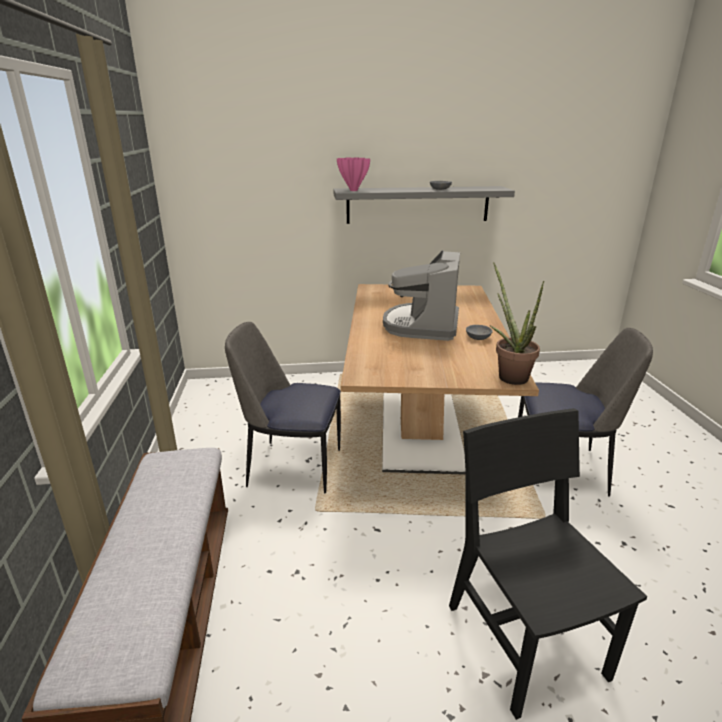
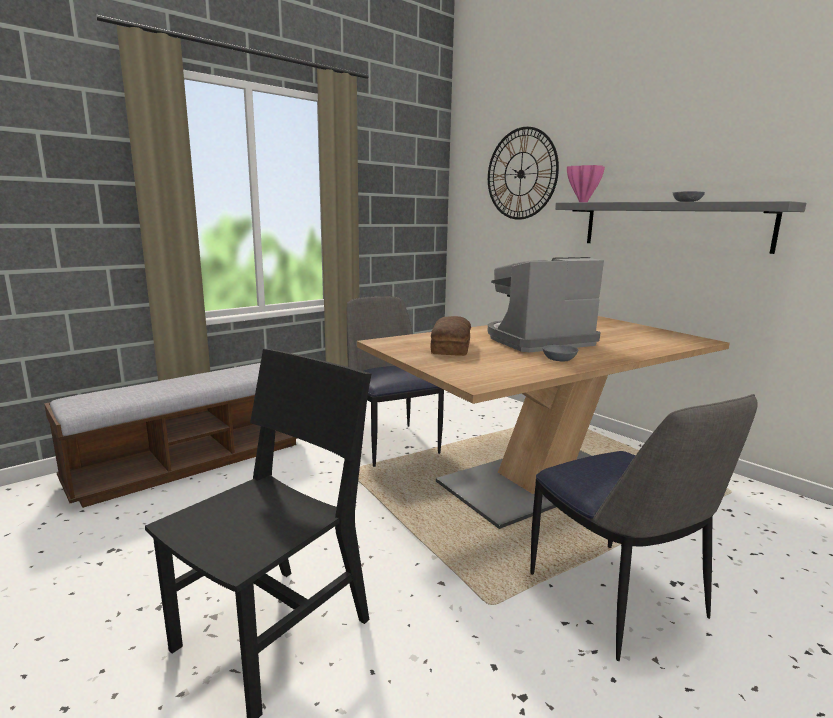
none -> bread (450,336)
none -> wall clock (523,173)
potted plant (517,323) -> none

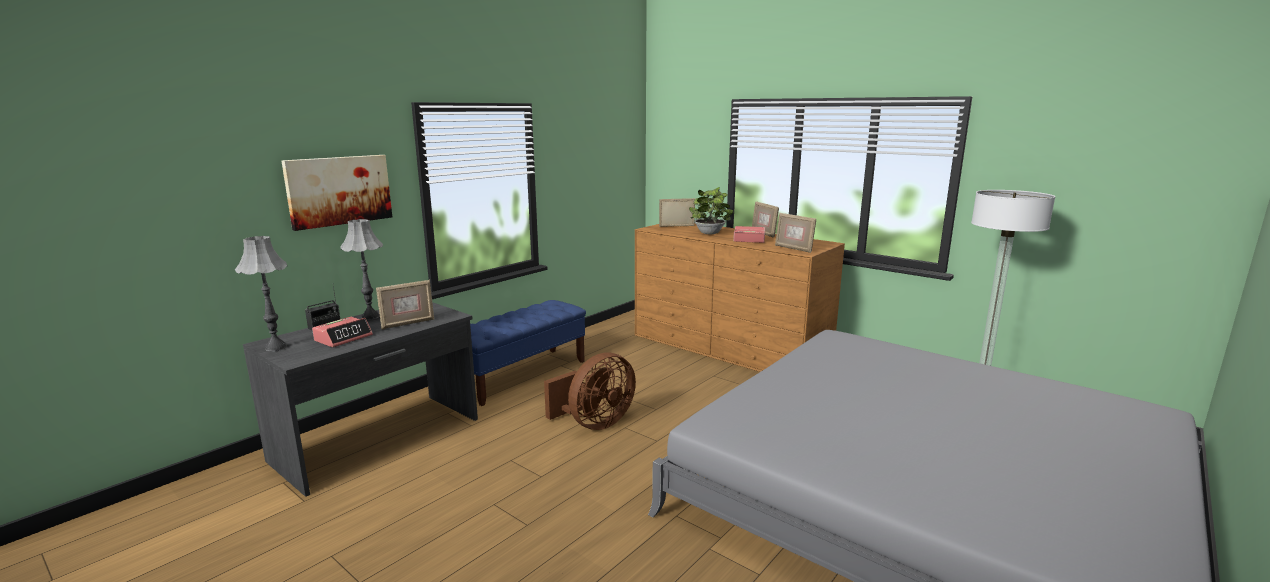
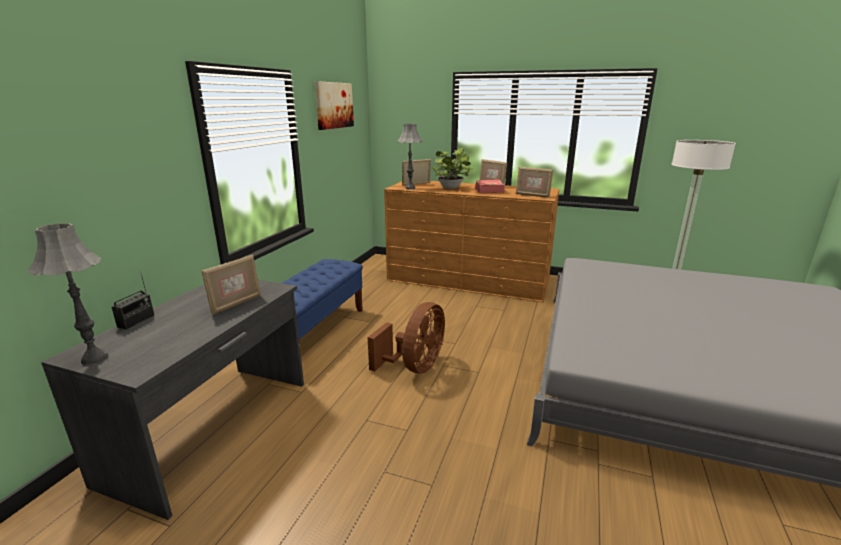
picture (336,193) -> picture (334,105), shifted
grey table lamp (361,269) -> grey table lamp (410,156), shifted
alarm clock (342,332) -> none

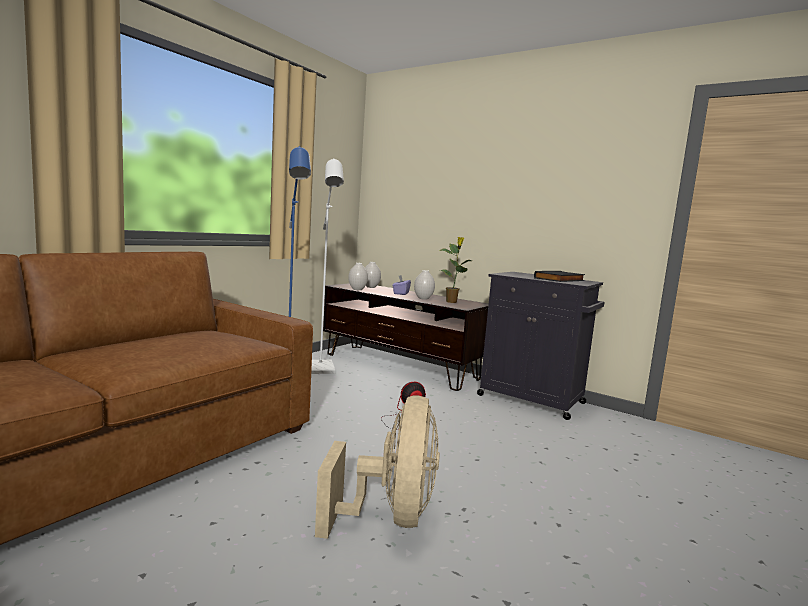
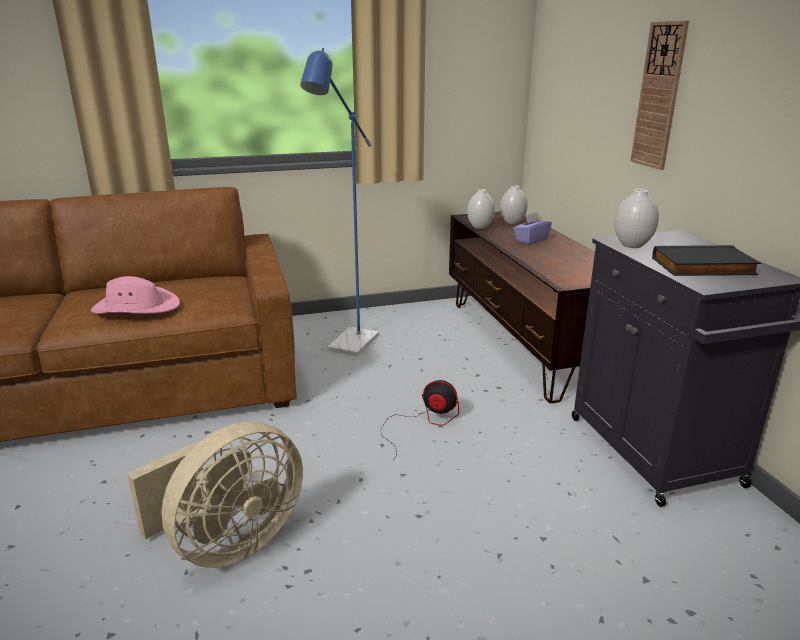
none -> pink hat (135,295)
white vase (424,285) -> white vase (636,218), shifted
none -> wall clock (660,95)
white floor lamp (327,266) -> none
potted plant (455,270) -> none

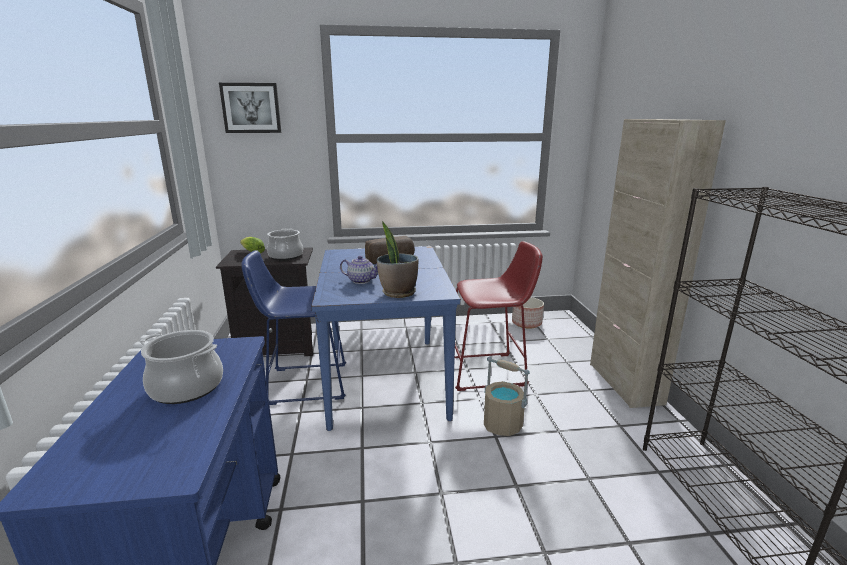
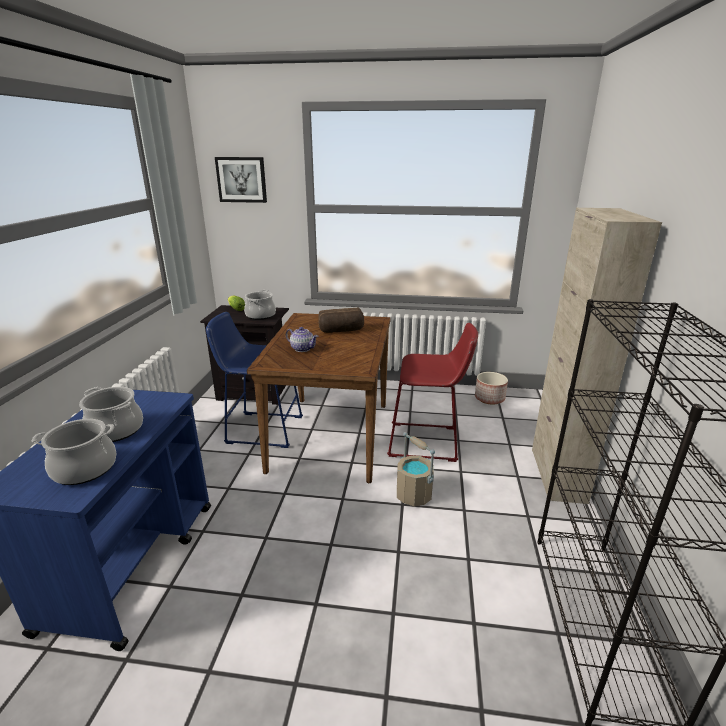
none -> cooking pot (74,452)
blue dining table (386,338) -> brown dining table (319,398)
potted plant (398,259) -> none

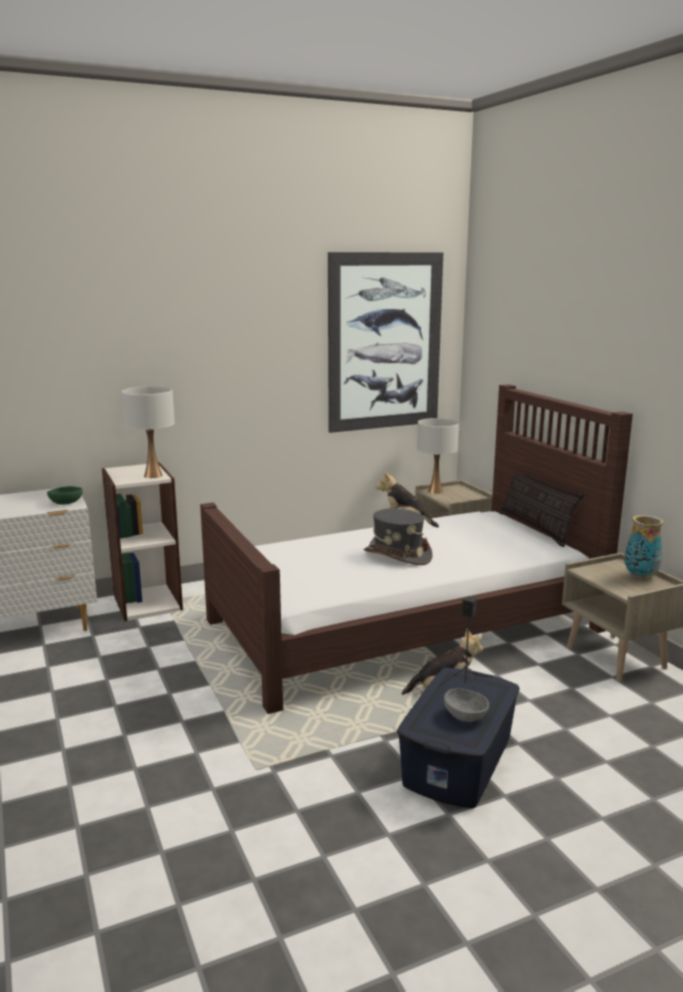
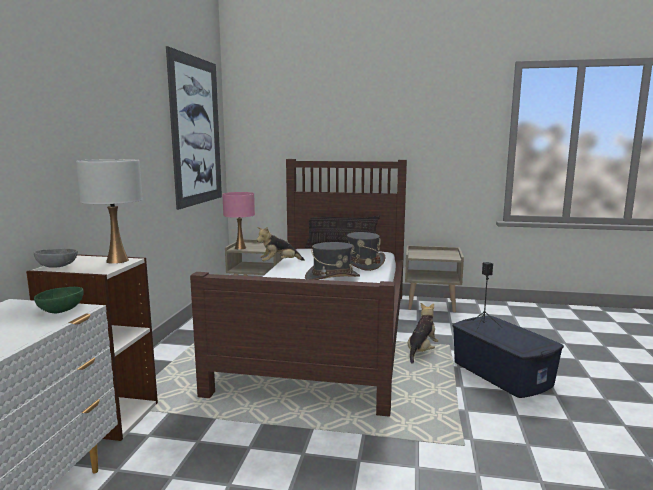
grey bowl (466,705) -> grey bowl (56,258), shifted
white table lamp (438,456) -> pink table lamp (238,220)
none -> grey hat (366,251)
vase (644,547) -> none

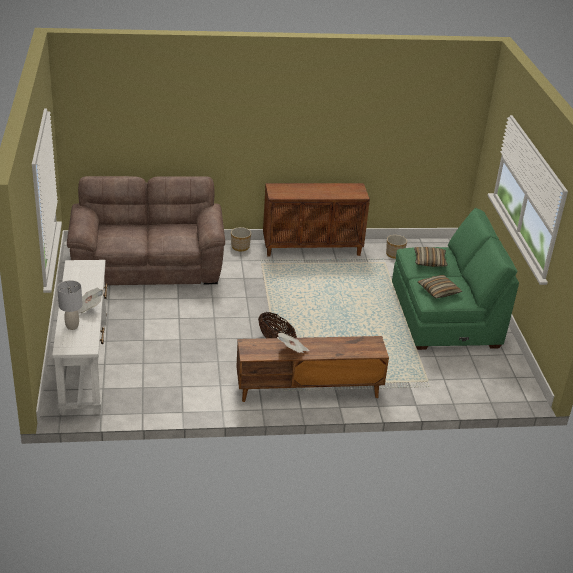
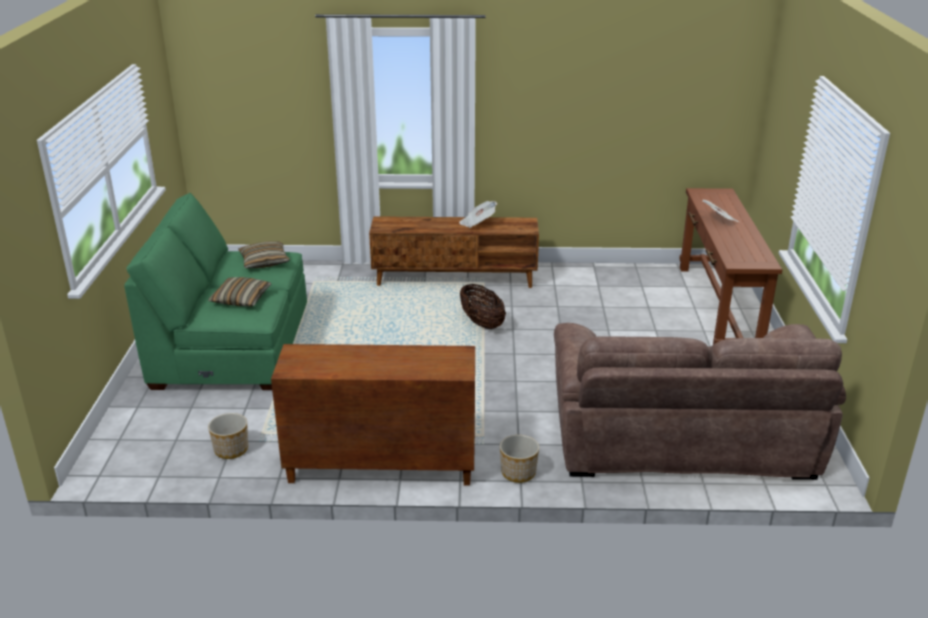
white console table (79,337) -> brown console table (731,266)
grey table lamp (70,305) -> none

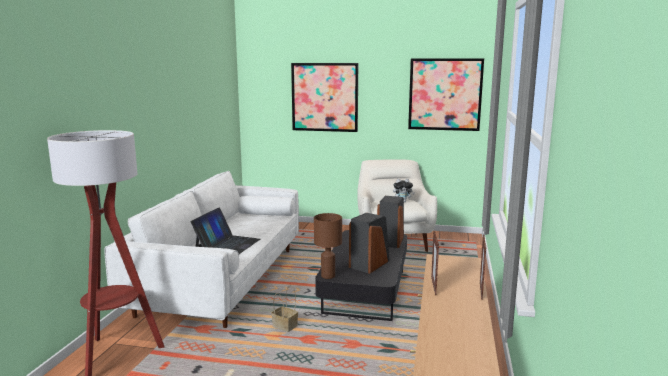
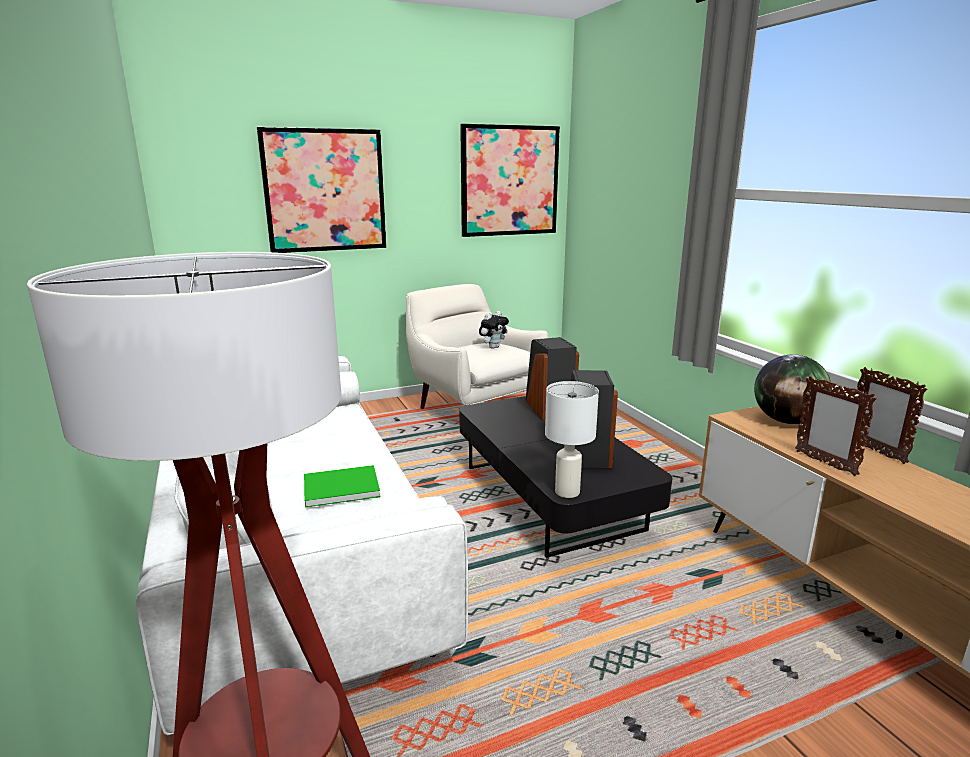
laptop (225,230) -> green book (342,486)
brown table lamp (328,246) -> white table lamp (572,439)
none -> globe (793,389)
basket (284,309) -> none

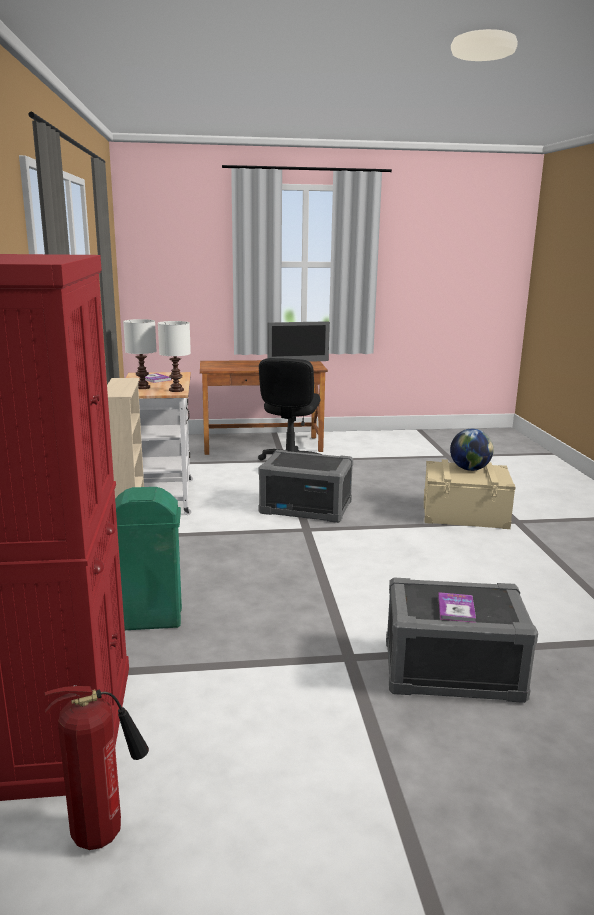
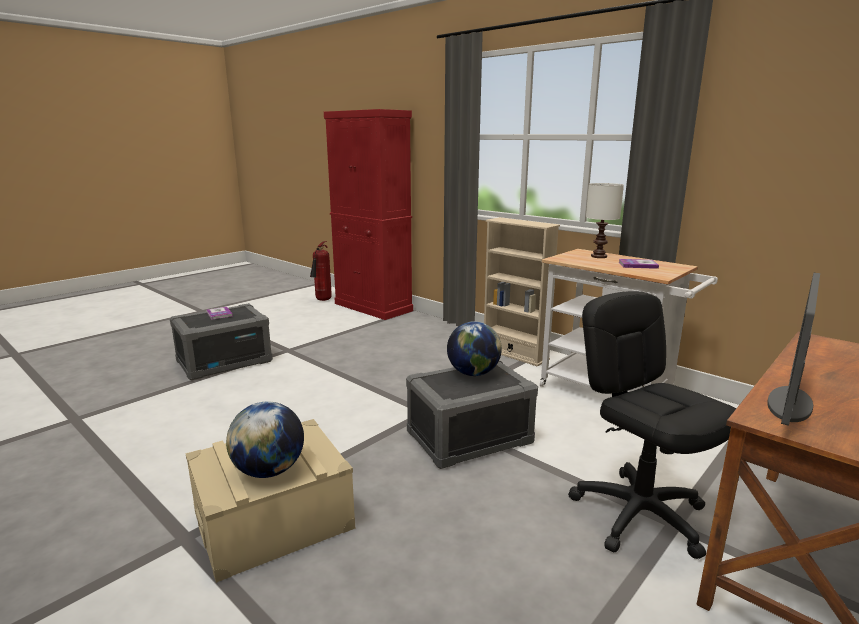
none -> globe (474,348)
green trash can (148,558) -> none
white table lamp (174,356) -> none

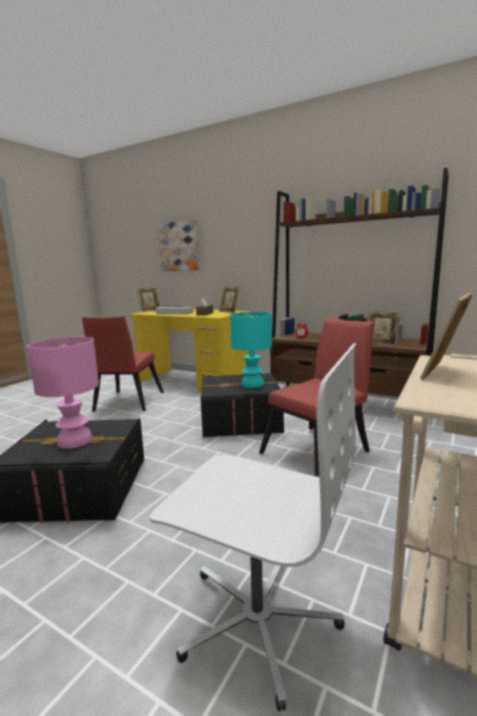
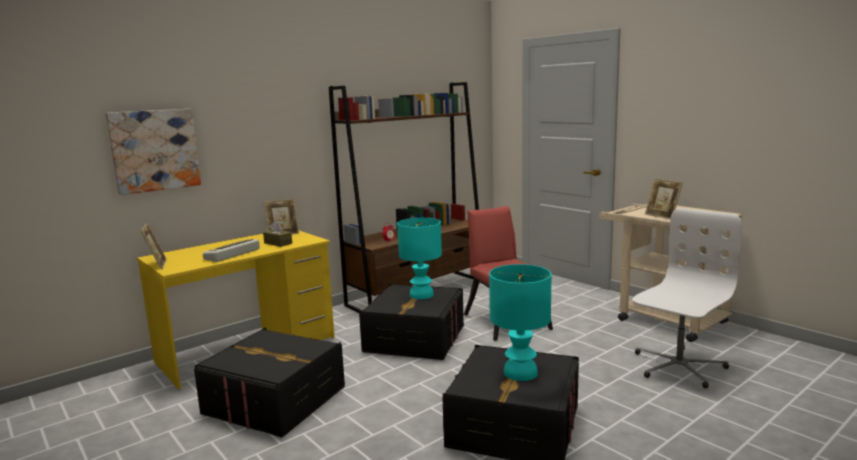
red chair (123,364) -> black storage box (269,382)
pink table lamp (63,392) -> turquoise table lamp (520,322)
picture frame (383,328) -> none

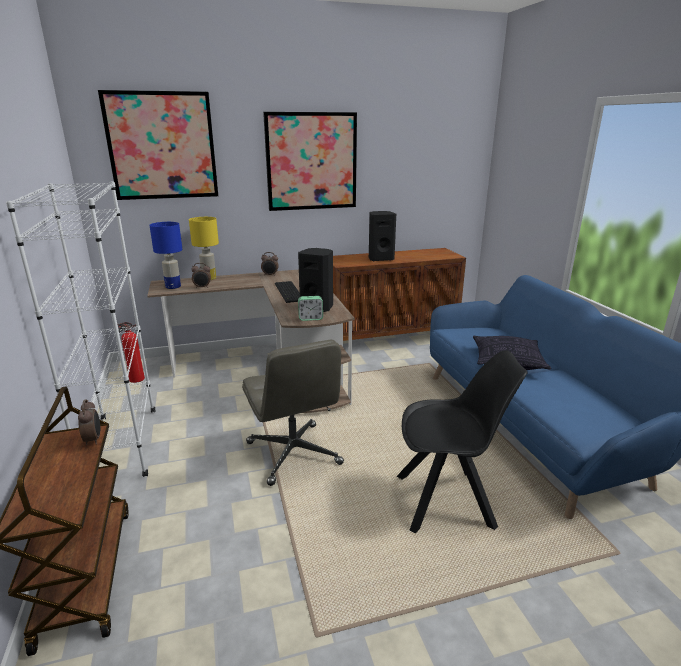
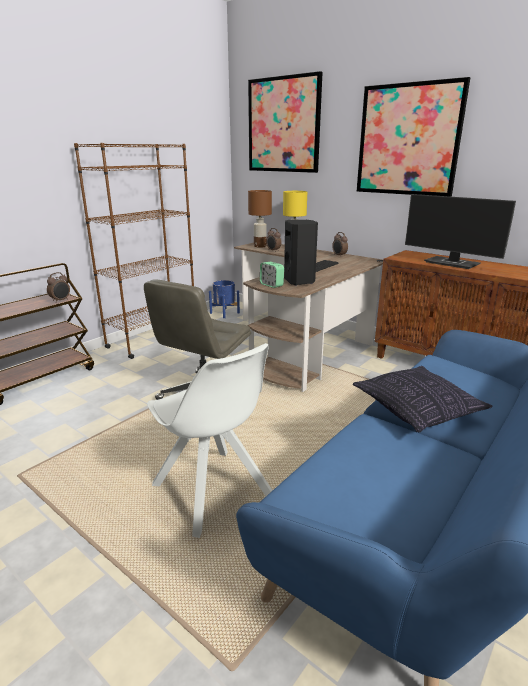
white bookcase (80,329) -> brown bookcase (134,251)
black chair (462,441) -> white chair (210,440)
fire extinguisher (131,352) -> blue planter (224,299)
blue table lamp (166,255) -> brown table lamp (260,219)
black speaker (382,236) -> monitor (460,231)

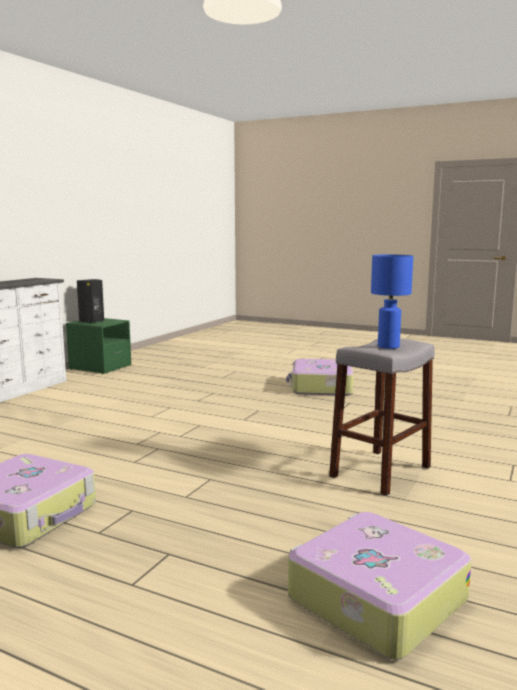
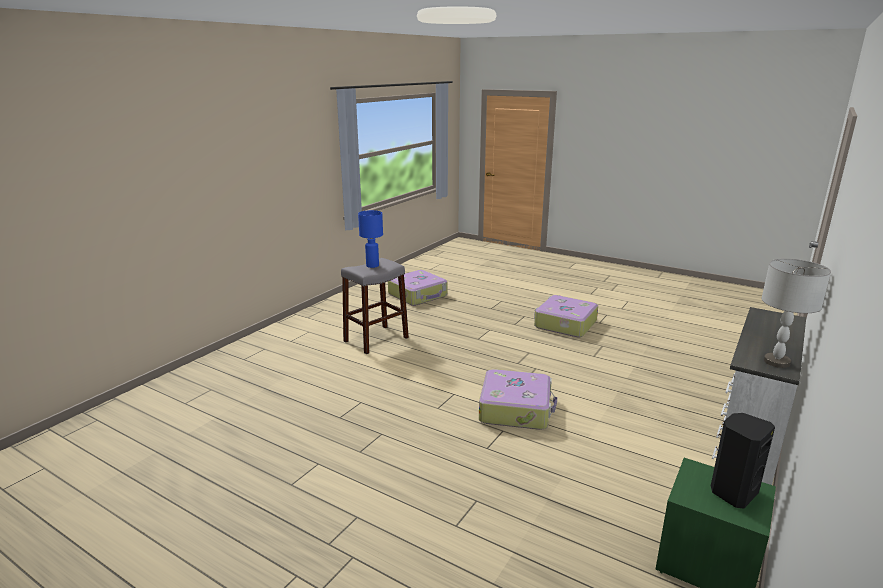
suitcase (320,377) -> suitcase (518,399), shifted
none -> grey table lamp (796,313)

